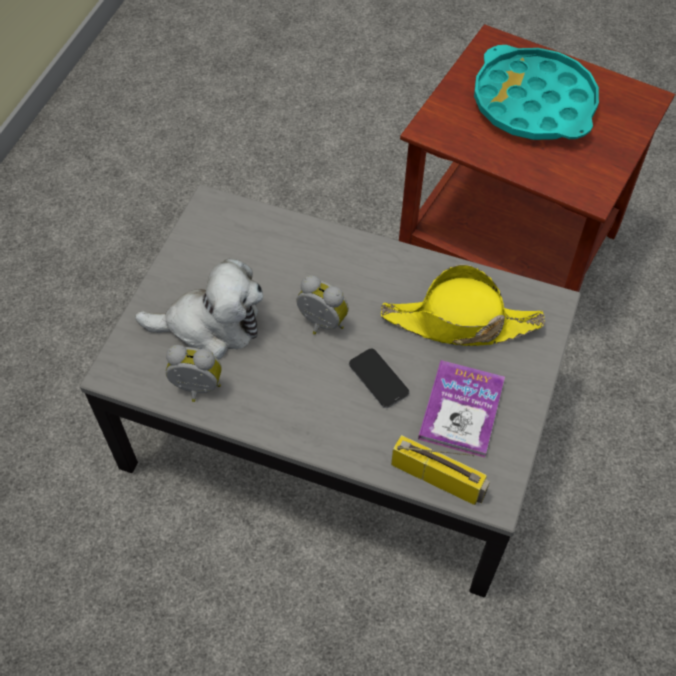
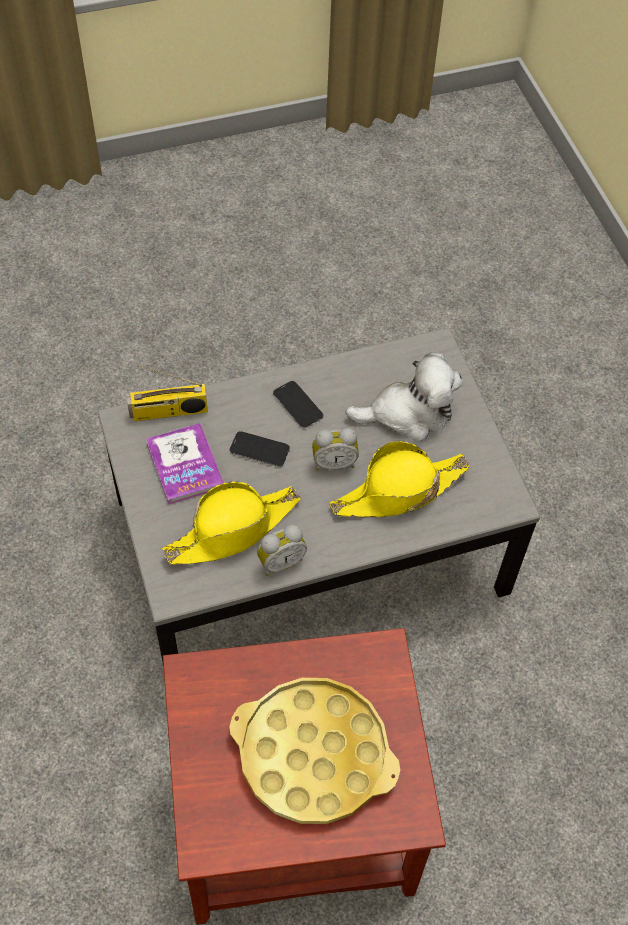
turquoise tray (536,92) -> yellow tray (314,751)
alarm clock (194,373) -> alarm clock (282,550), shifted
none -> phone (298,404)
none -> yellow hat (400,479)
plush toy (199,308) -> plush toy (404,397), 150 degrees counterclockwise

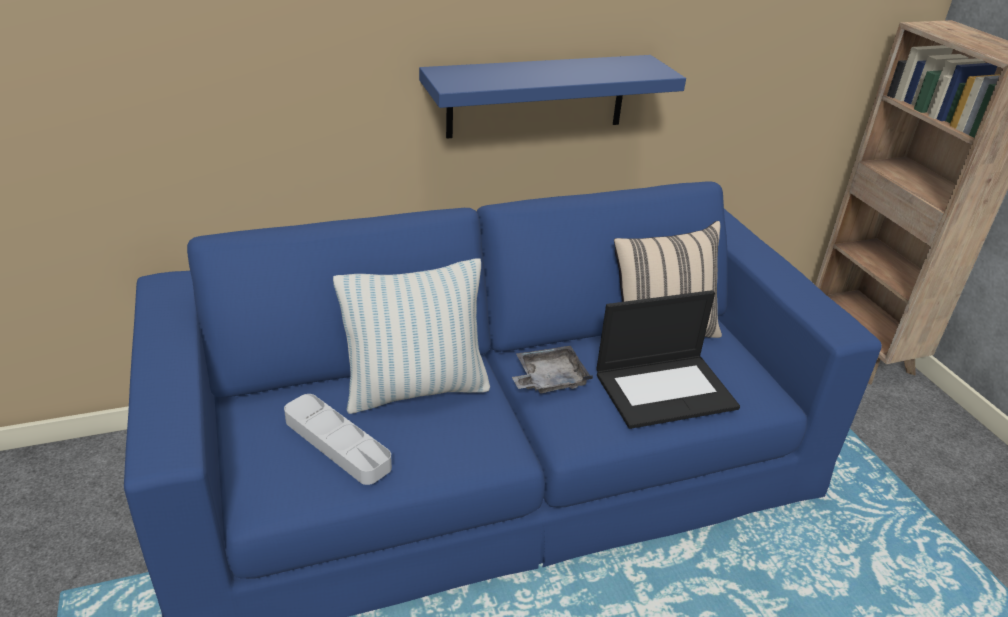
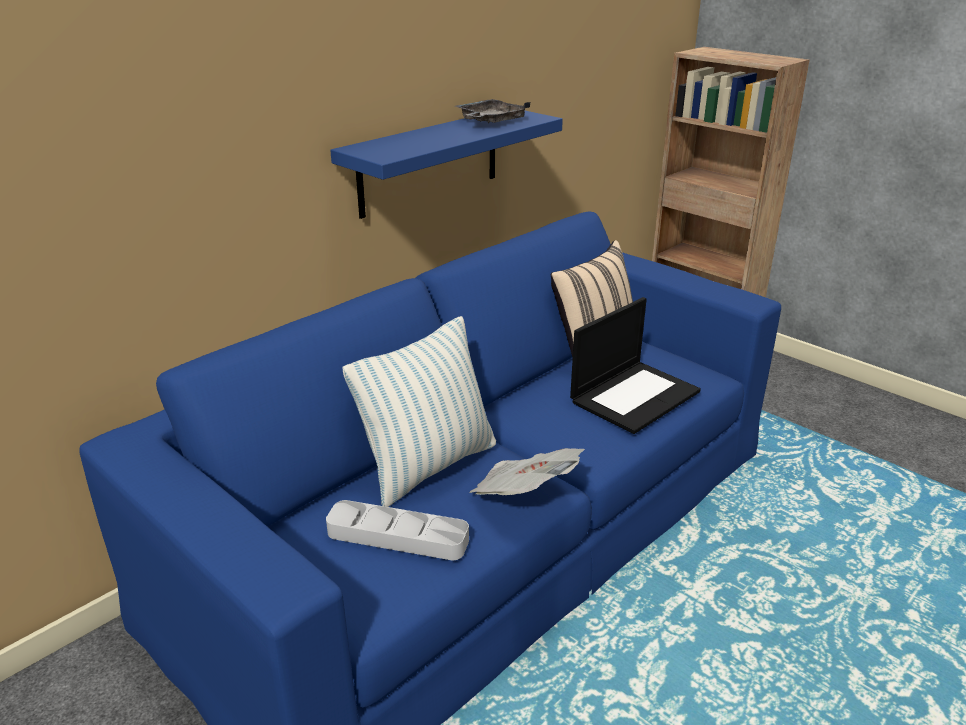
grey tray (552,369) -> grey tray (492,111), shifted
none -> newspaper (527,471)

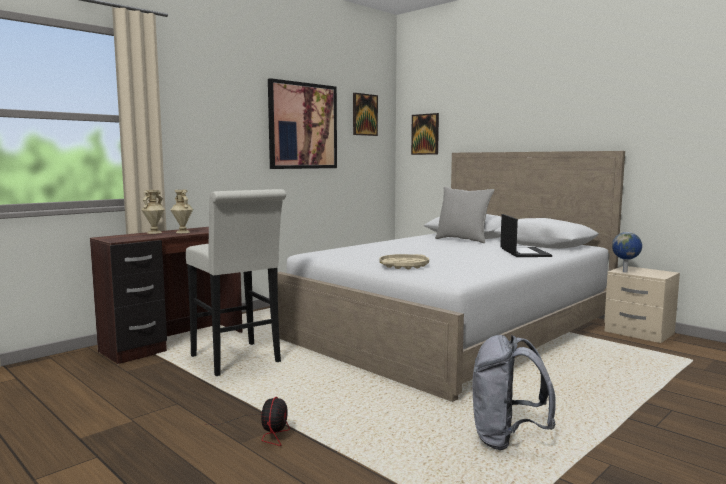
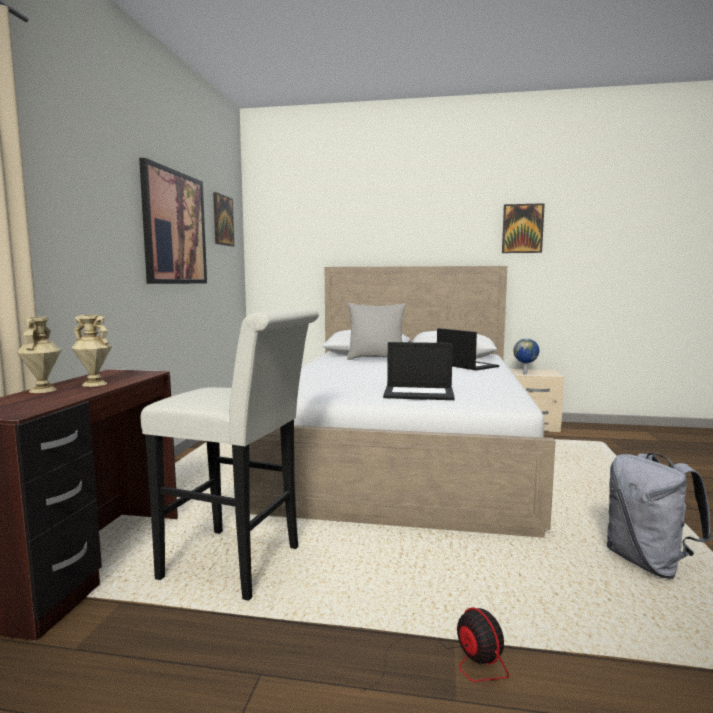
beige tray (404,262) -> laptop (419,371)
picture (425,134) -> picture (523,228), shifted

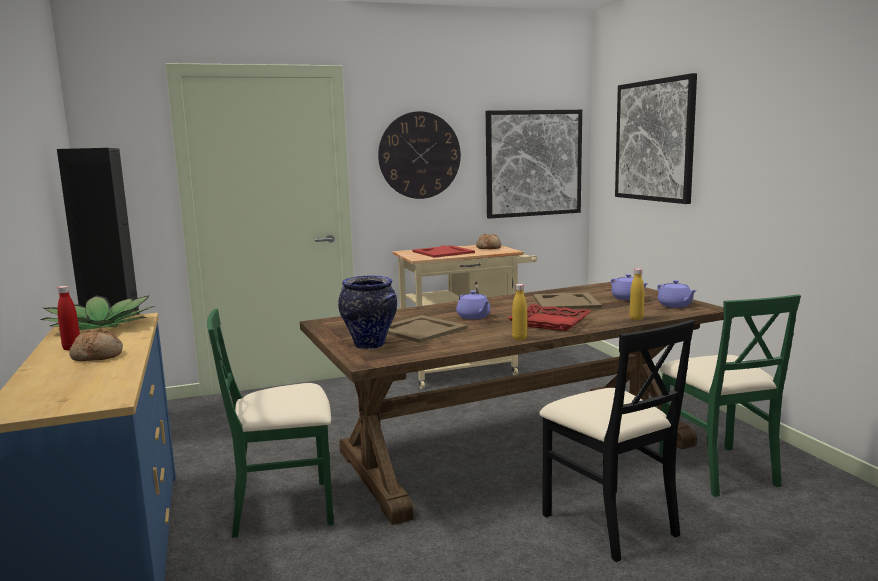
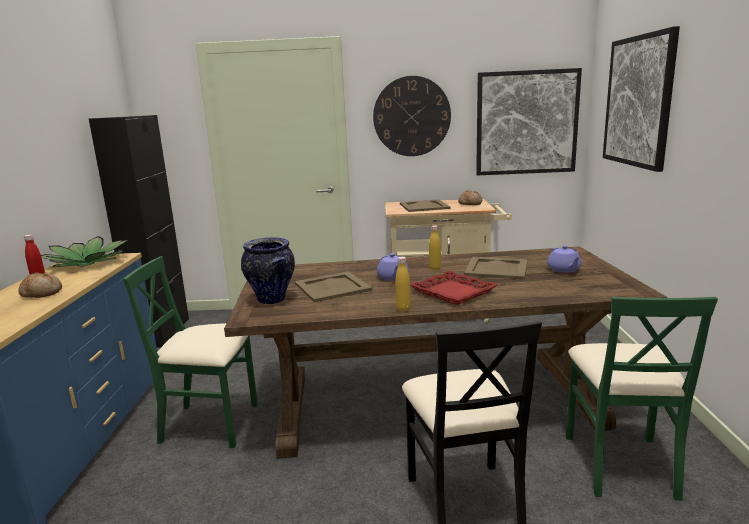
red tray (443,251) -> beige tray (425,205)
yellow bottle (637,294) -> yellow bottle (435,247), shifted
purple teapot (677,294) -> none

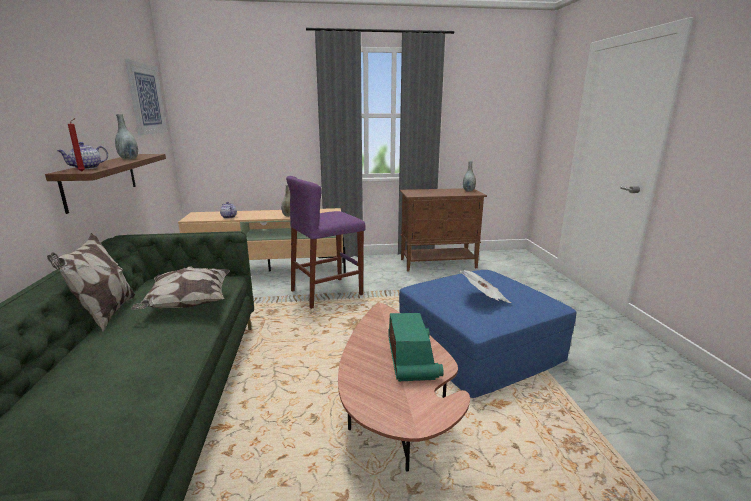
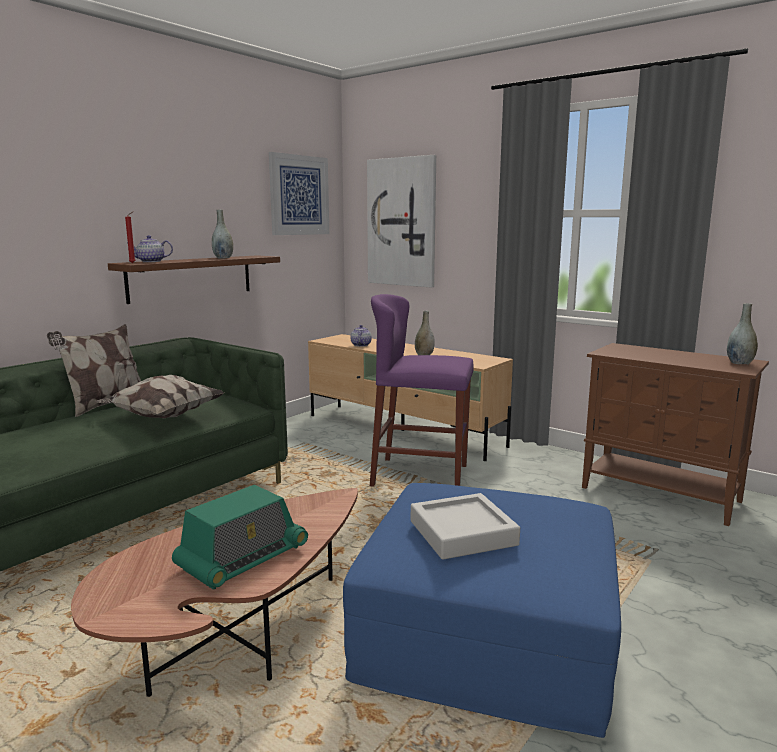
none -> picture (401,221)
newspaper (485,286) -> grey tray (465,526)

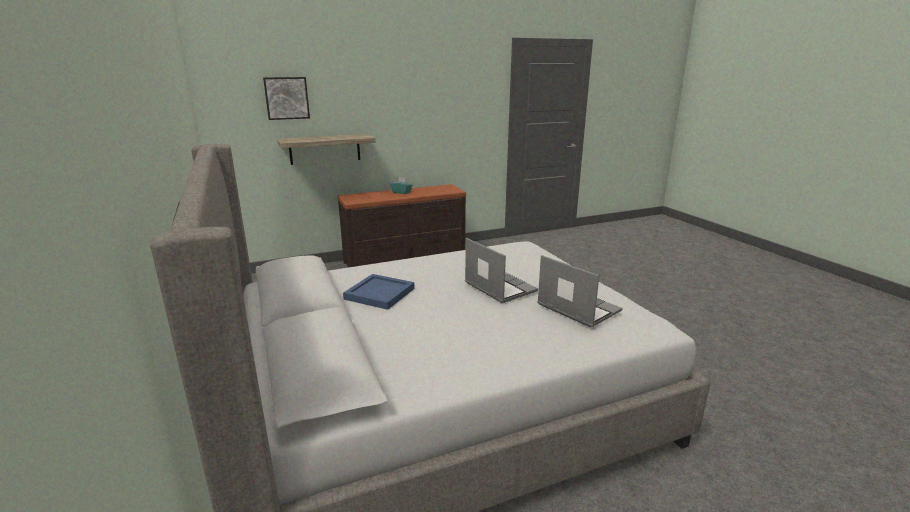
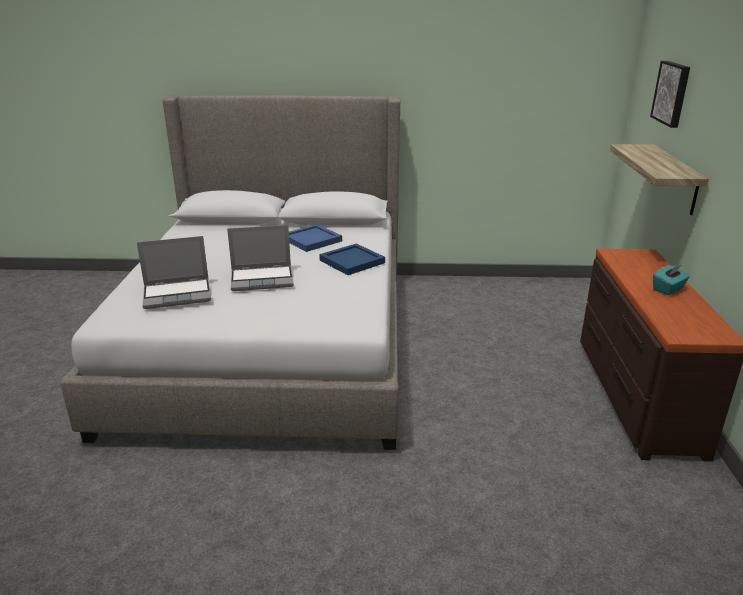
none -> blue tray (352,259)

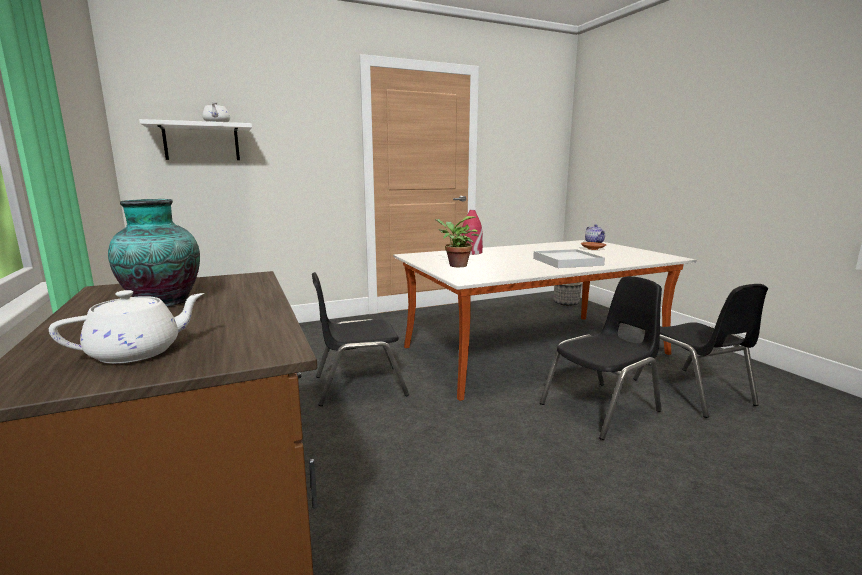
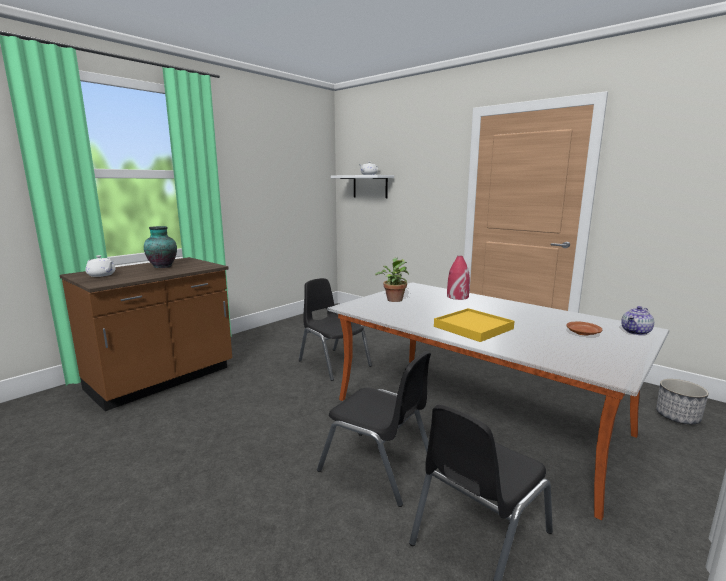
white tray (569,258) -> yellow tray (474,325)

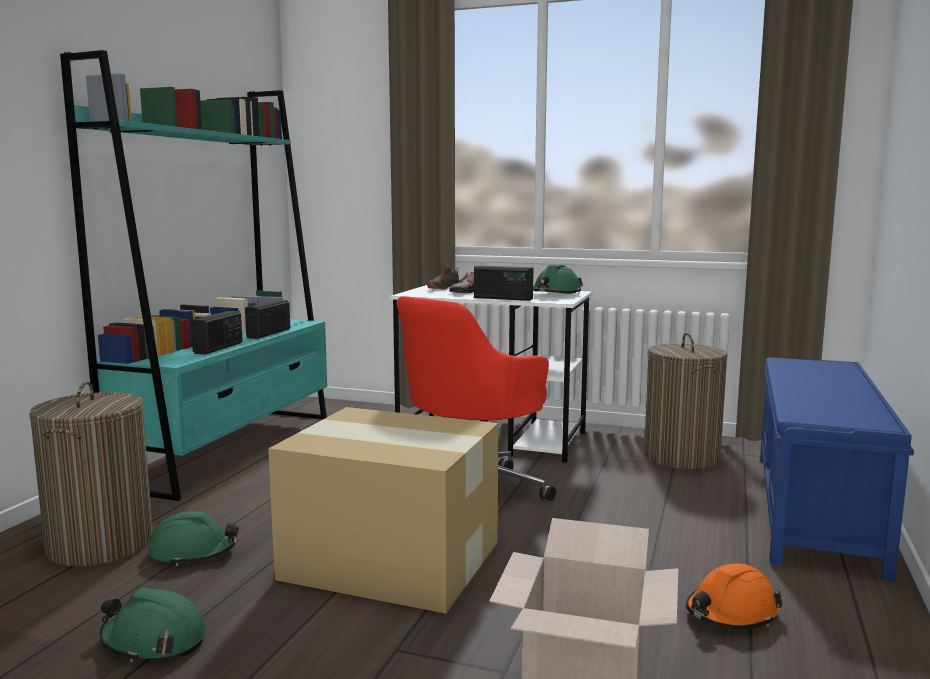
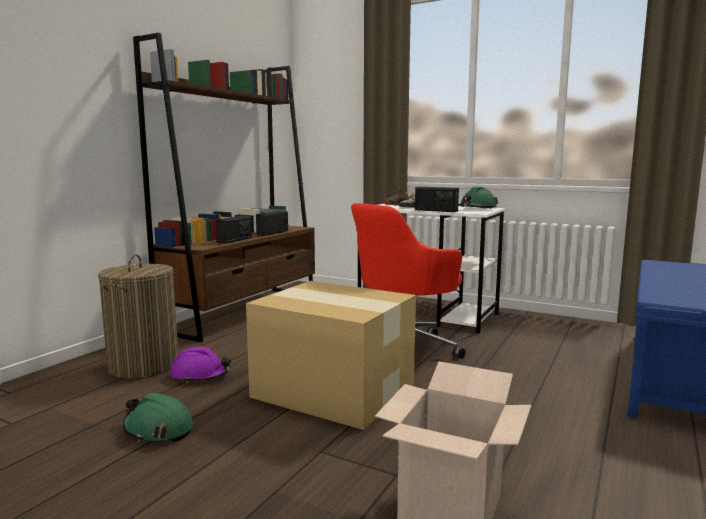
turquoise bookcase (193,275) -> brown bookcase (224,187)
green hard hat (193,538) -> purple hard hat (201,365)
laundry basket (686,401) -> none
orange hard hat (734,596) -> none

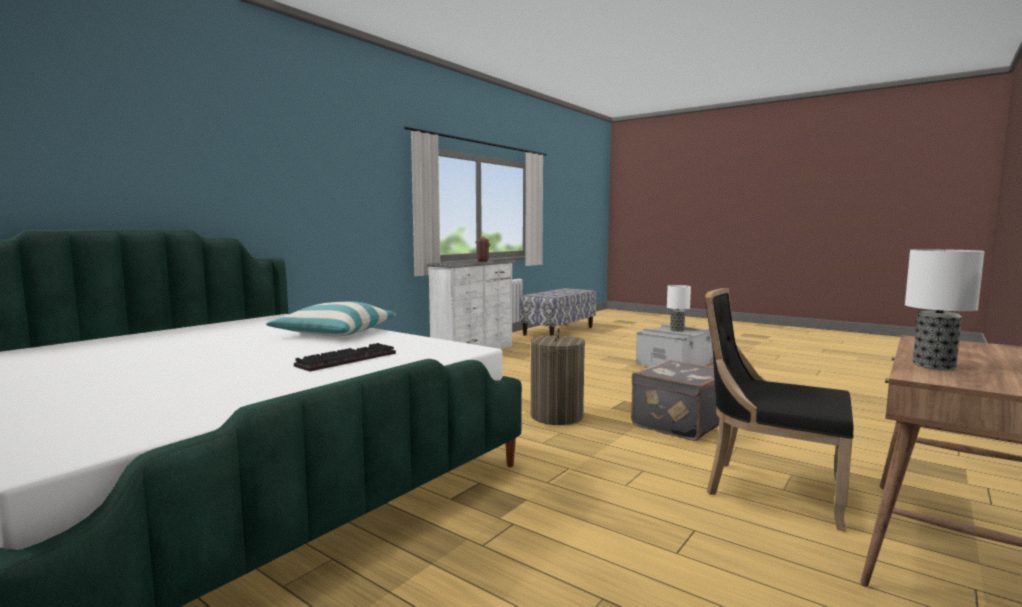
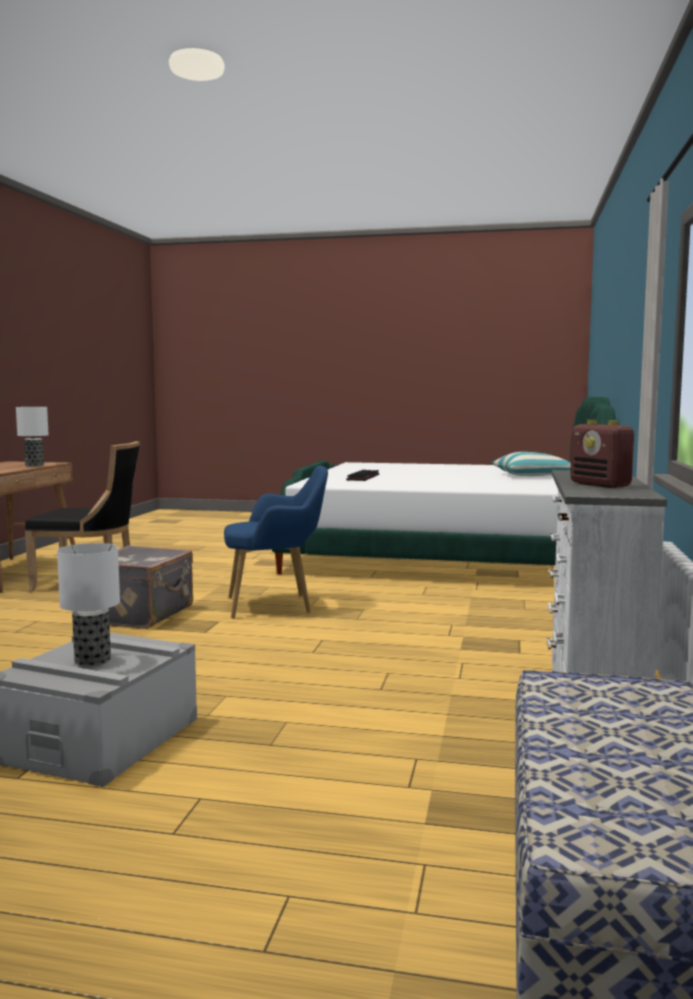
laundry basket (558,376) -> blue armchair (276,542)
pillow (331,319) -> pillow (531,464), shifted

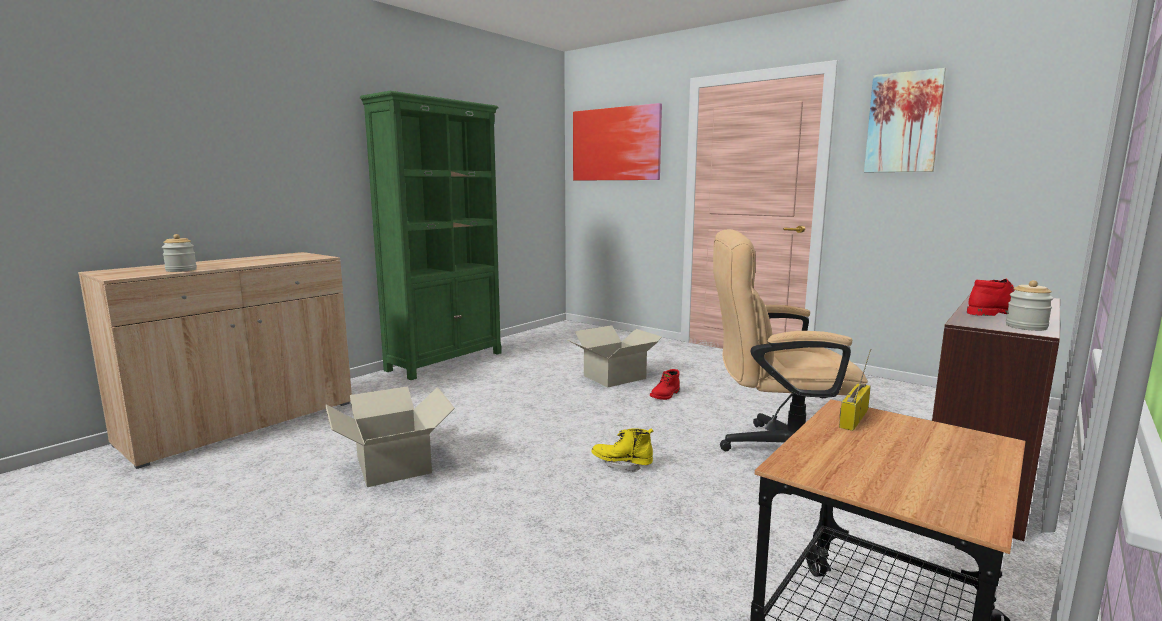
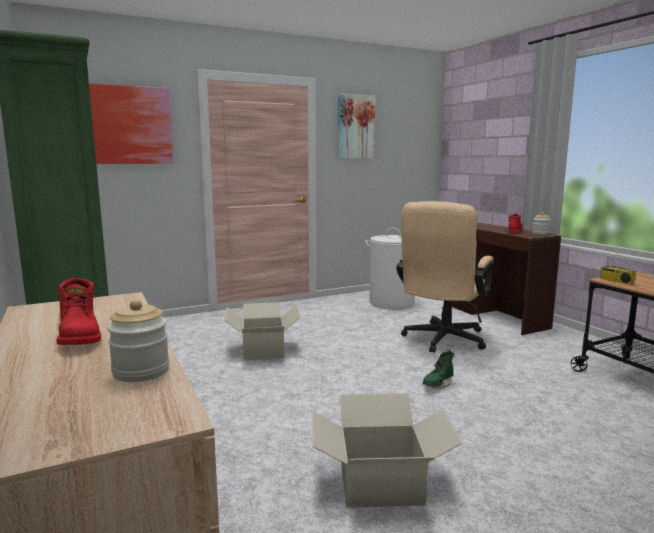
red boot (665,384) -> red boot (79,311), shifted
none -> white laundry basket (390,269)
yellow boot (622,450) -> green boot (439,369)

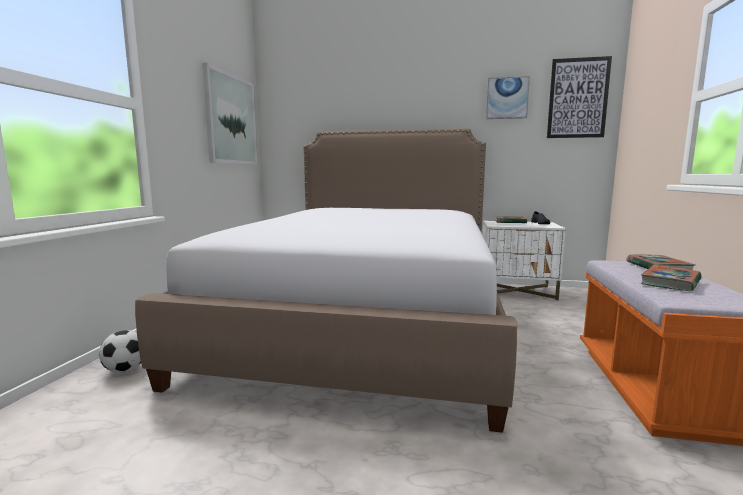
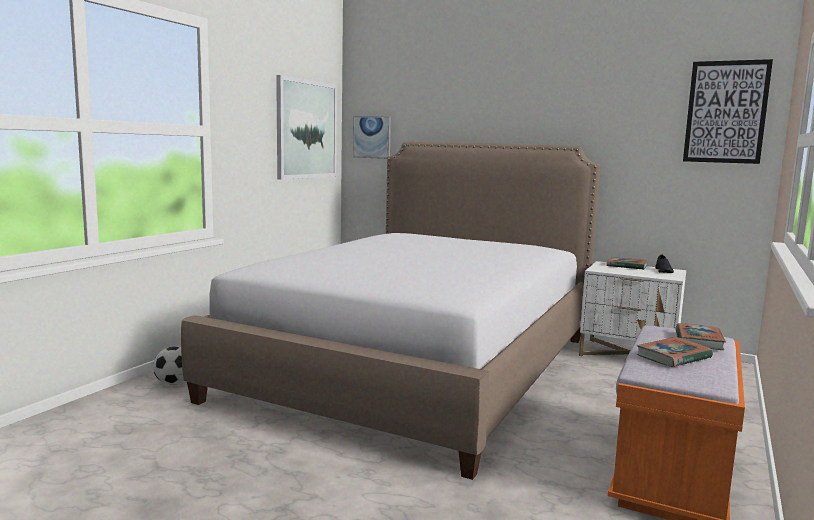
picture (508,97) -> picture (372,137), shifted

